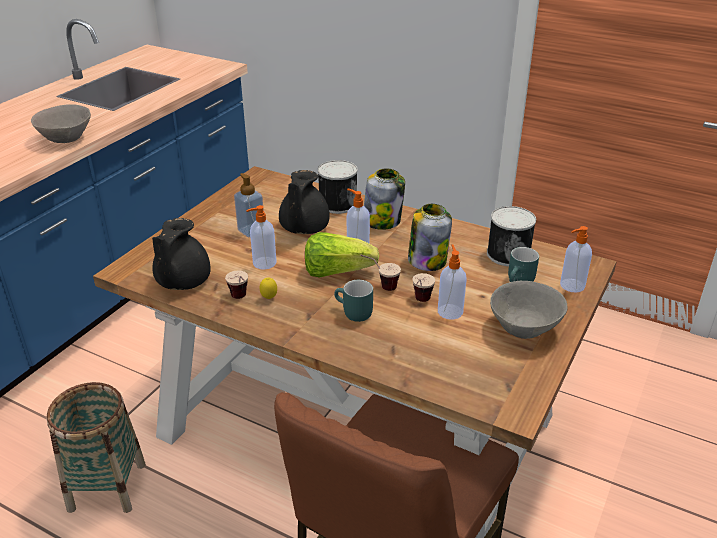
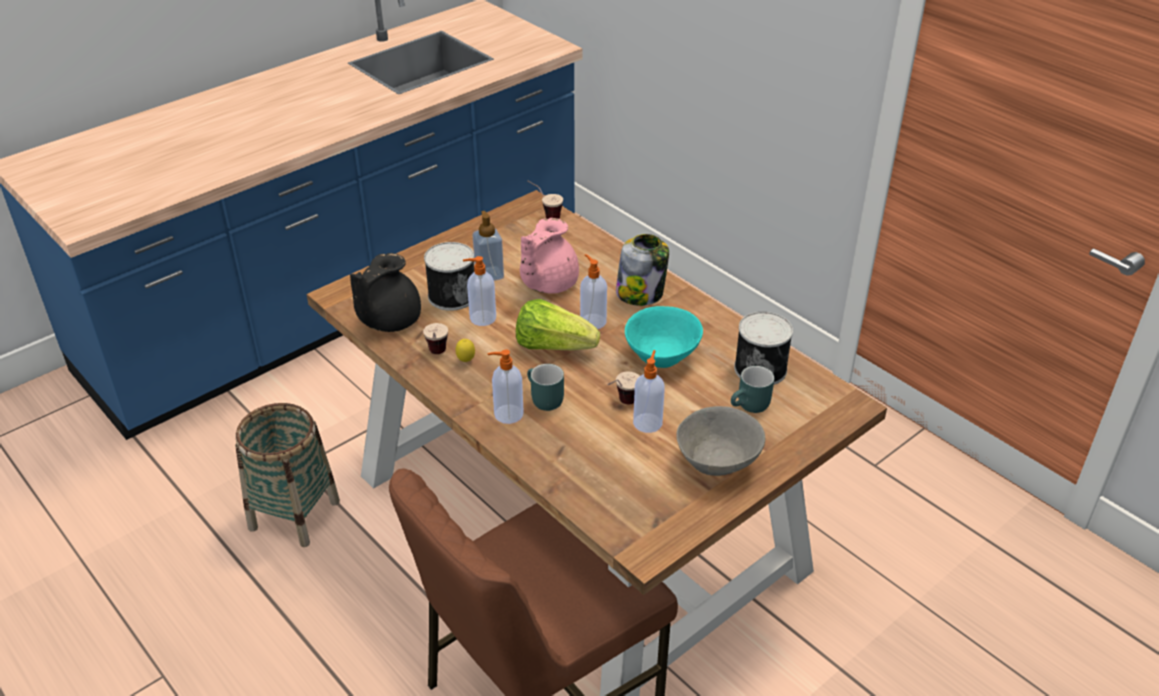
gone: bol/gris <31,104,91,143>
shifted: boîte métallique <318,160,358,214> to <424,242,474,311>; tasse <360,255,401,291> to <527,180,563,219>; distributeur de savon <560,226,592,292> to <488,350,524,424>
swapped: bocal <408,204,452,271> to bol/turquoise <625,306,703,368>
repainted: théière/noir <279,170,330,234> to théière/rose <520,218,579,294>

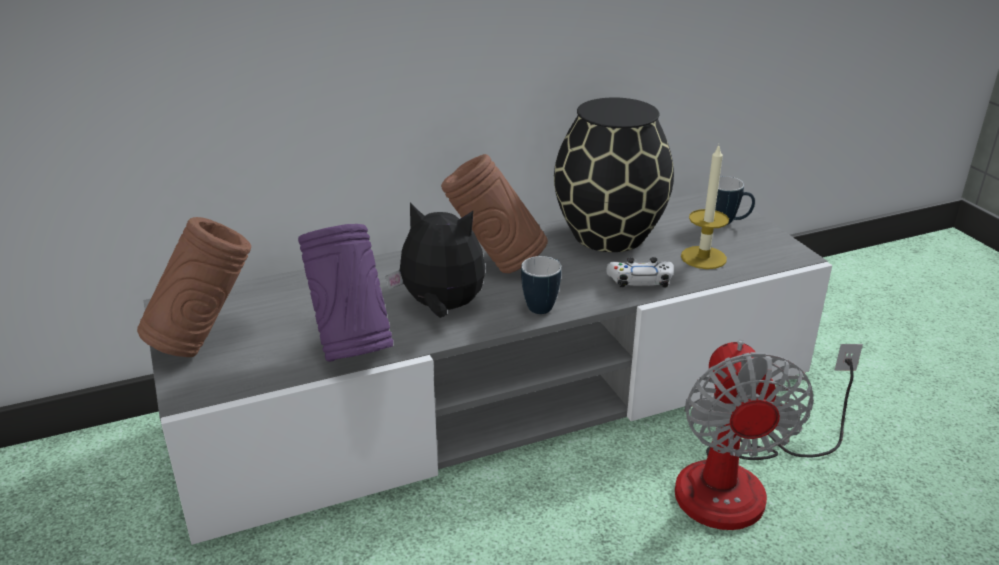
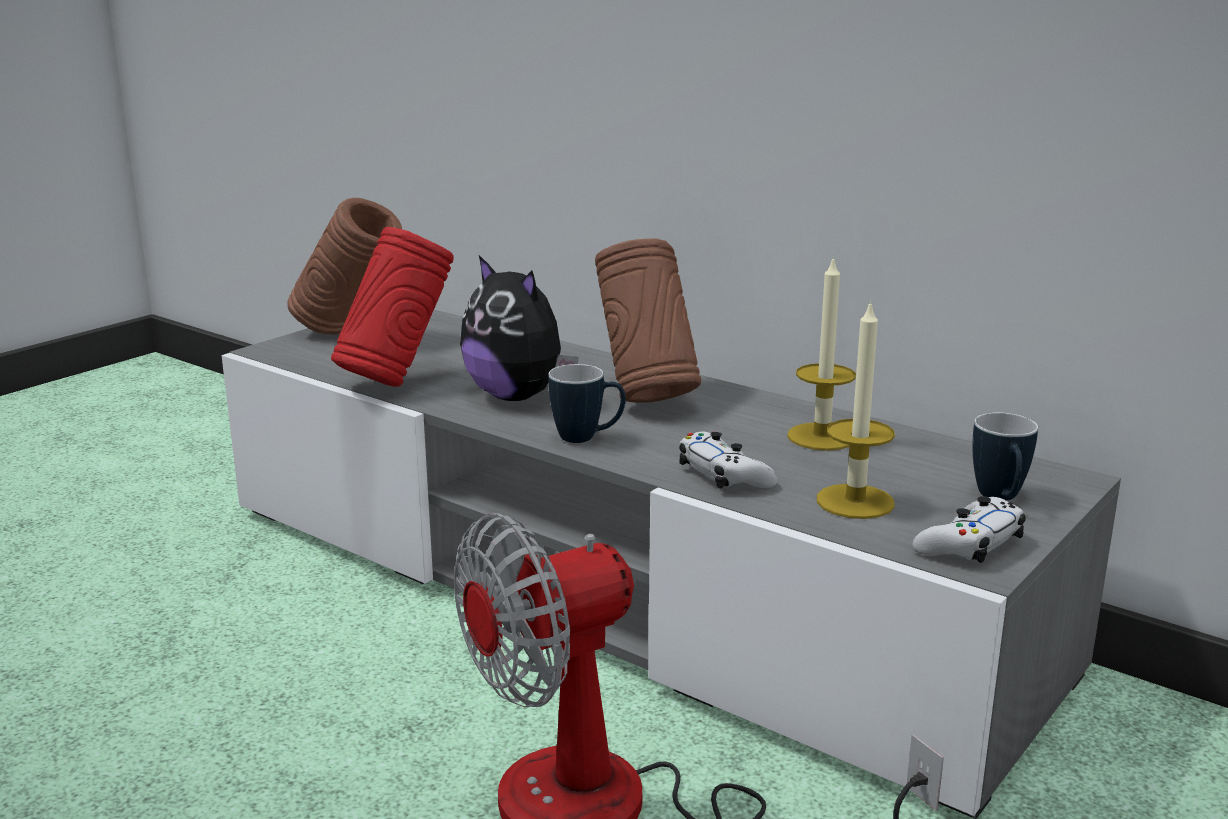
new: manette/blanc <912,496,1026,563>
swapped: vase/noir <554,98,674,252> to bougie <787,255,856,451>
repainted: vase/violet <298,224,393,362> to vase/rouge <331,227,454,387>
rotated: peluche <385,202,485,318> = <460,255,579,401> 150 degrees clockwise

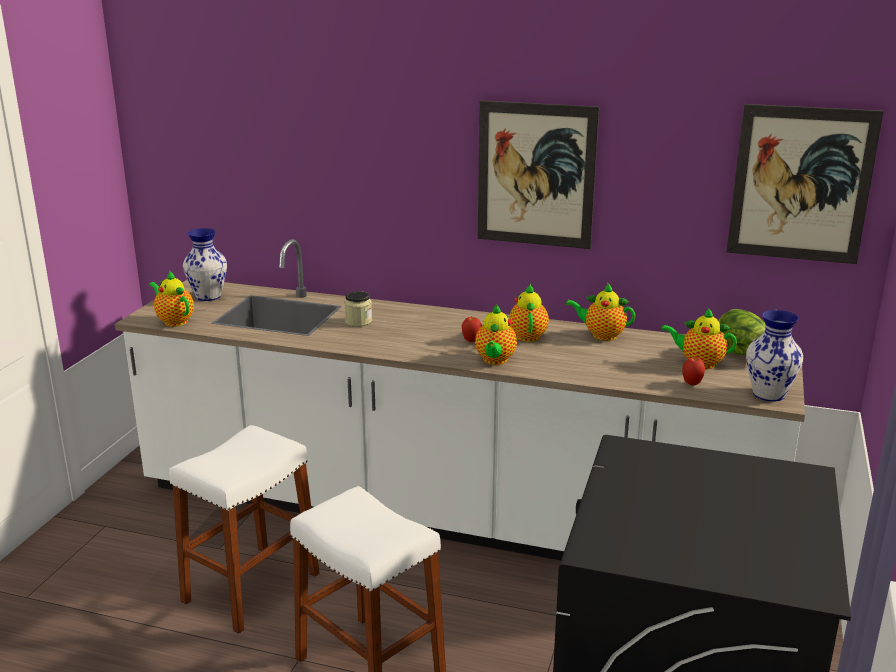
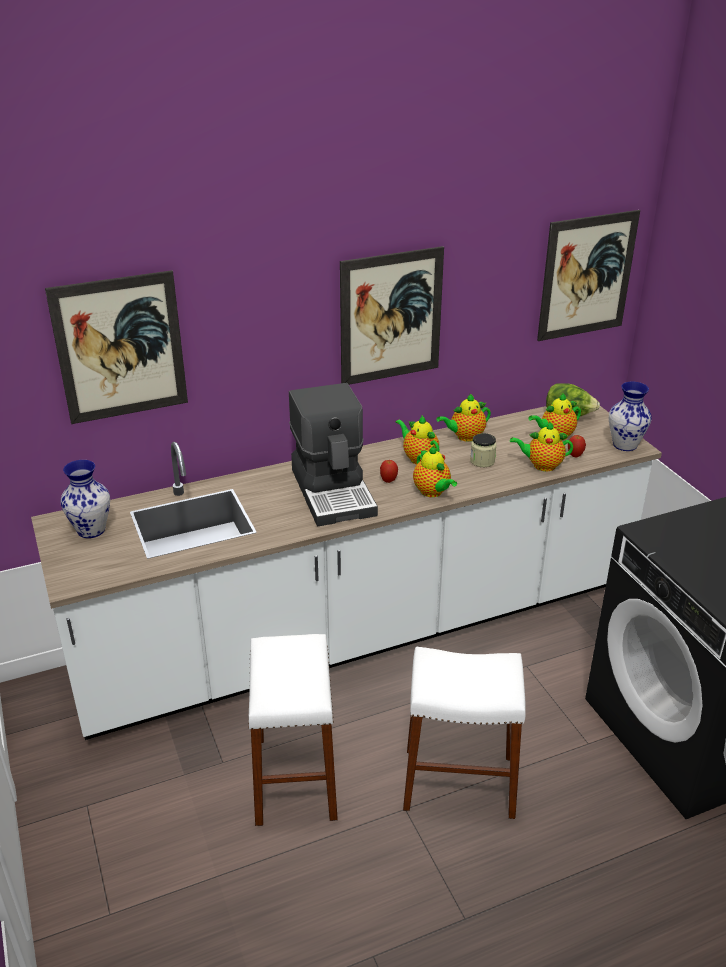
new: tableau <45,270,188,424>; machine à café <289,383,378,527>
shifted: théière <149,270,194,327> to <510,421,573,471>; bocal <344,291,372,327> to <470,433,496,467>

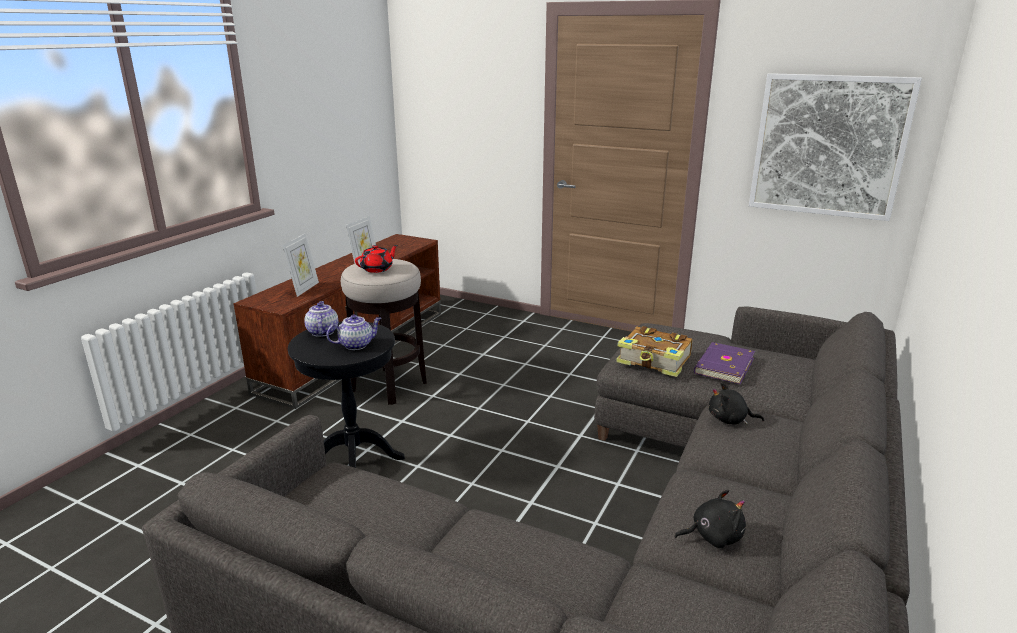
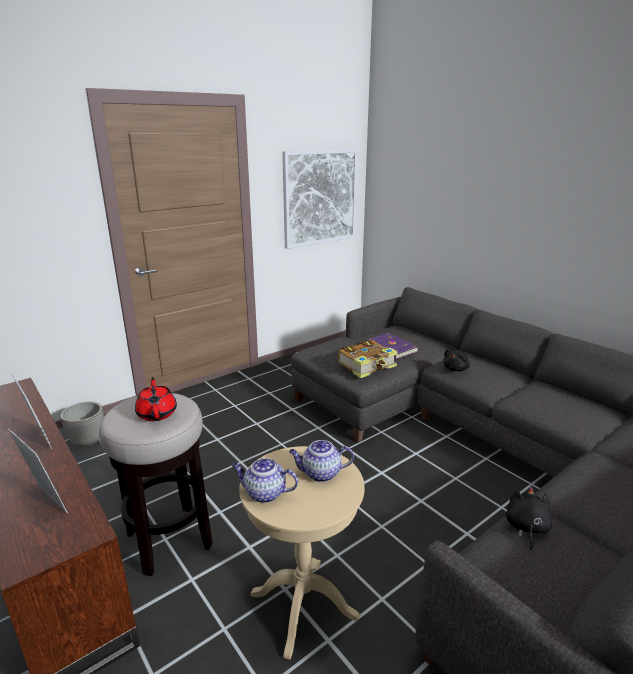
new: cache-pot <61,402,104,447>
shifted: peluche/noir <674,490,746,548> to <506,486,552,551>
repainted: table d'appoint/noir <288,321,405,468> to table d'appoint/beige <239,446,365,660>
rotated: théière <326,315,381,350> = <289,440,354,482> 90 degrees counterclockwise

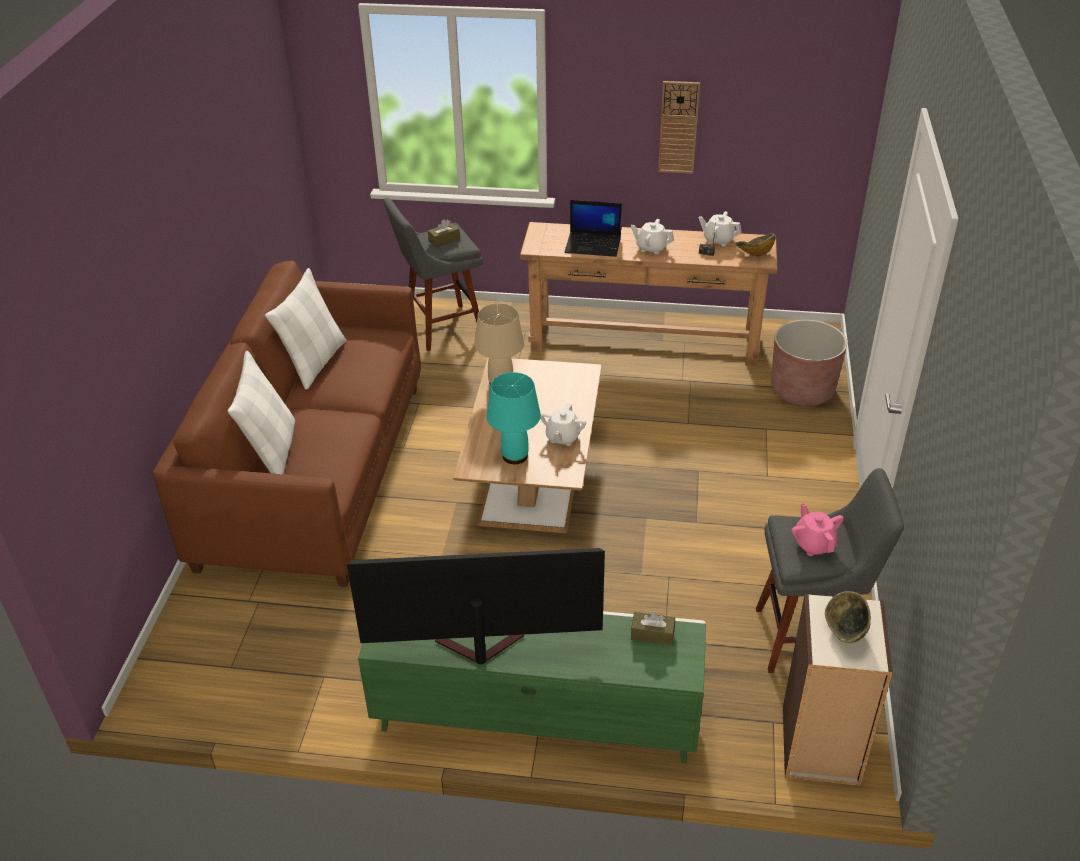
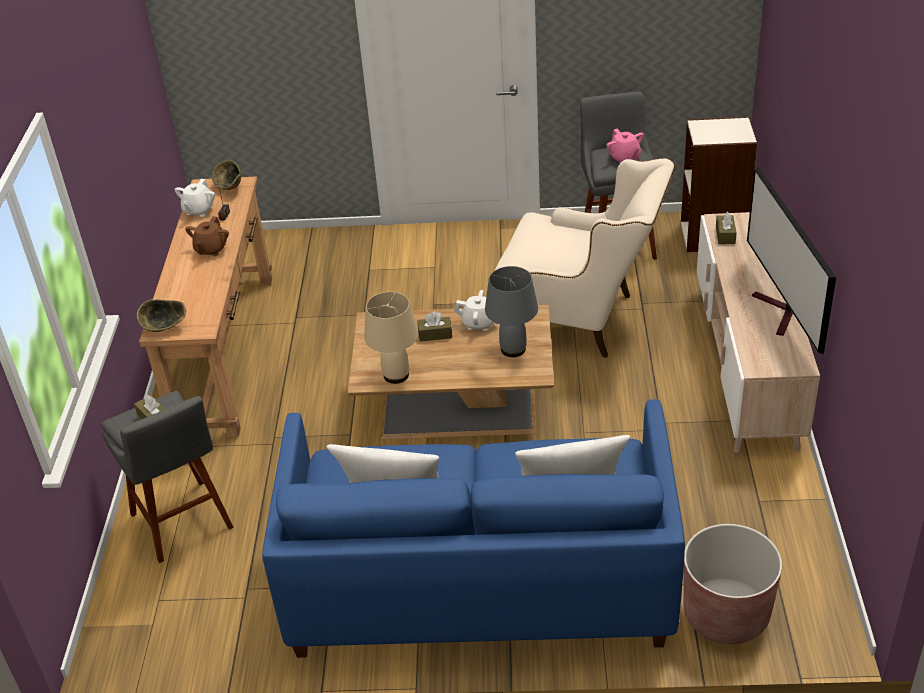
gone: ordinateur portable <564,200,622,257>; horloge murale <658,81,700,174>
new: boîte à mouchoirs/marron <417,312,452,342>; fauteuil/beige <495,158,675,358>
shifted: cache-pot/marron <771,320,847,406> to <683,524,782,644>; bol <825,591,871,643> to <137,299,186,332>
repainted: canapé/marron <153,261,421,587> to canapé/bleu <262,399,685,658>; meuble télé/vert <358,611,706,763> to meuble télé/beige <697,212,820,453>; lampe de table/turquoise <487,372,541,464> to lampe de table/gris <485,266,538,357>; théière/blanc <631,219,674,254> to théière/marron <185,216,229,256>
rotated: théière/rose <791,503,844,556> = <607,129,644,164> 90 degrees counterclockwise

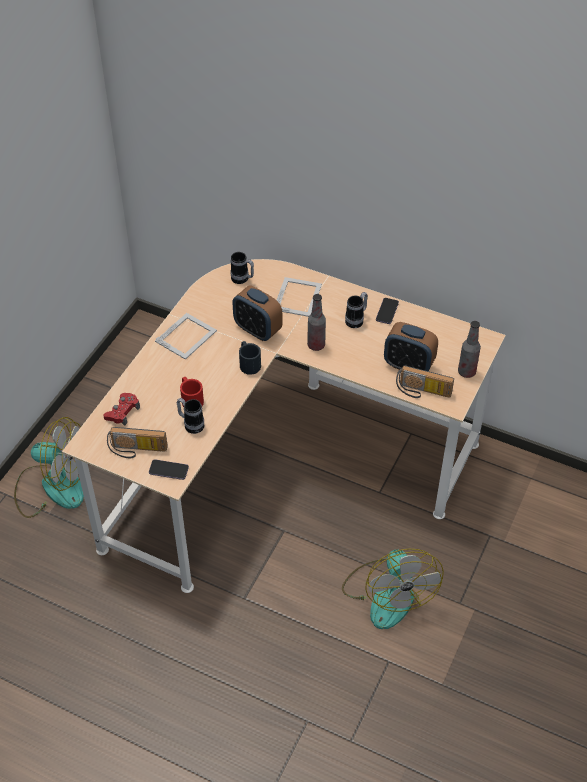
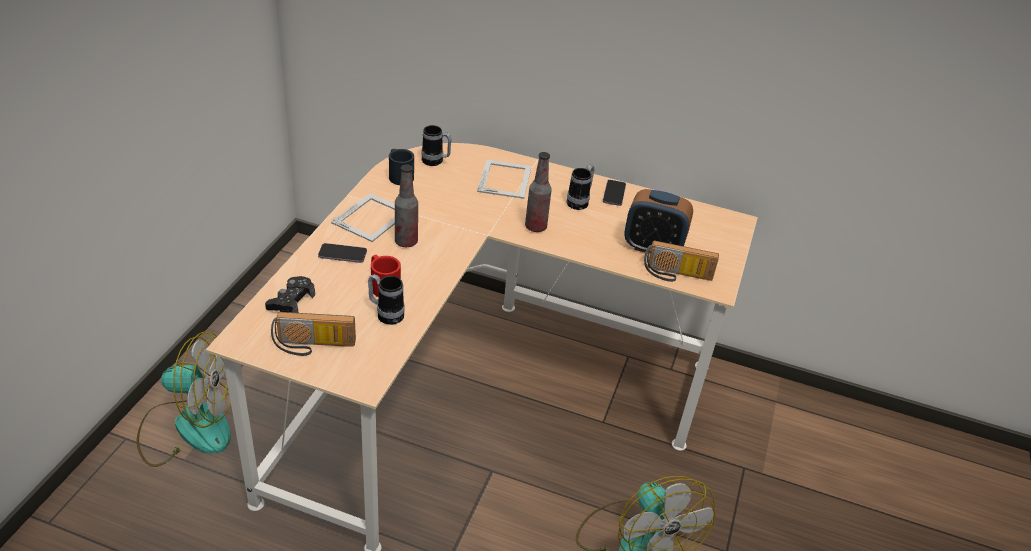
gone: réveil <233,285,283,341>
shifted: téléphone <149,460,189,480> to <318,243,367,263>; mug/noir <239,341,261,375> to <389,149,414,185>; bouteille <458,321,481,378> to <395,164,418,247>
repainted: manette/rouge <103,393,140,426> to manette/noir <265,276,315,313>

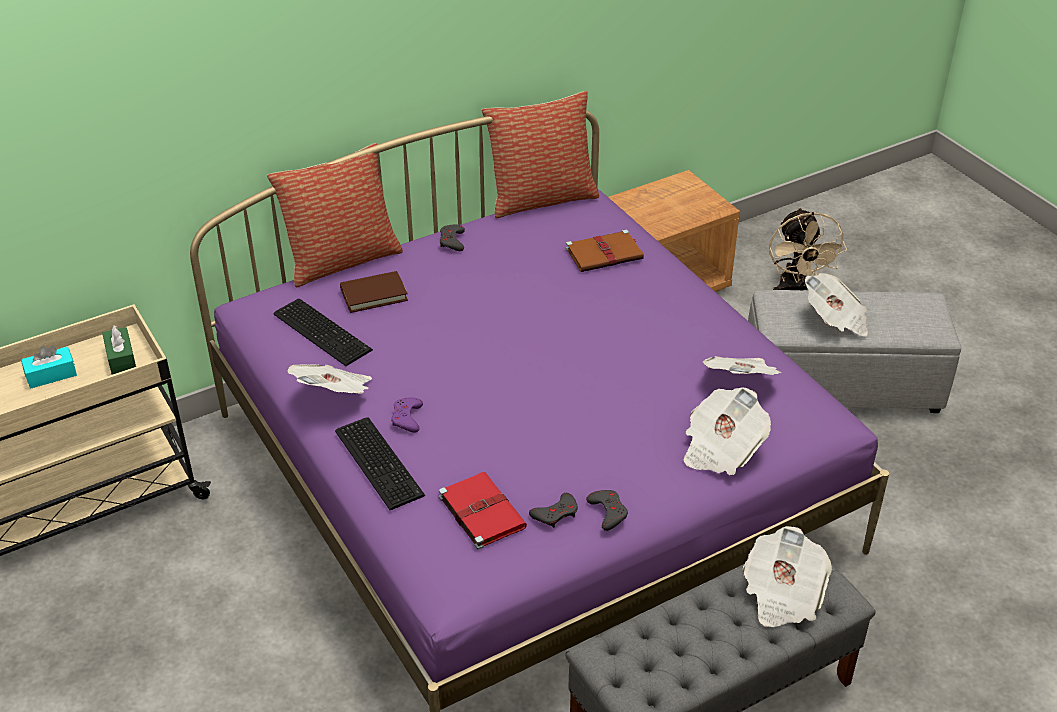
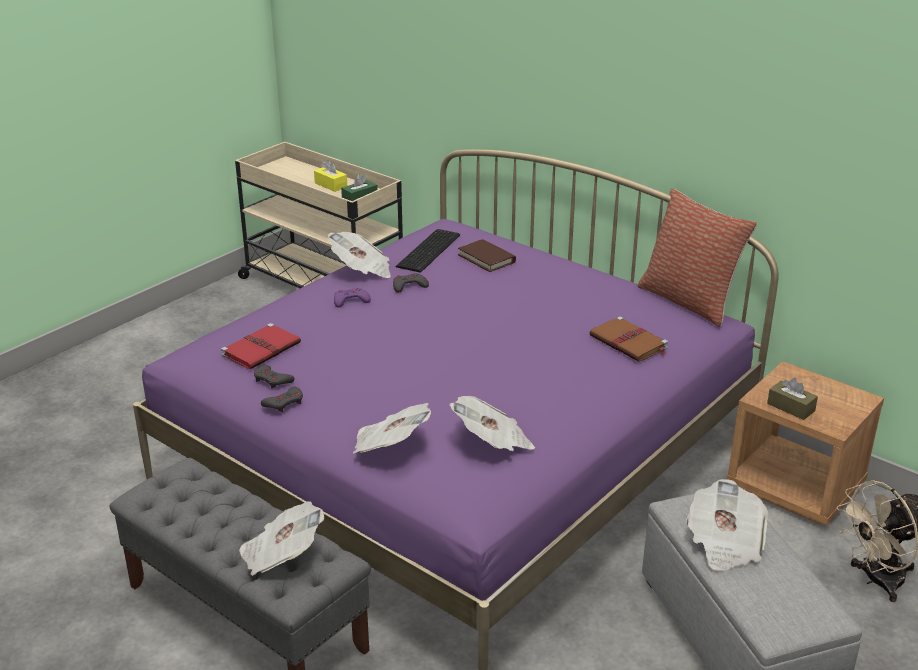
gone: coussin <267,143,403,287>; clavier <335,417,425,510>
new: boîte à mouchoirs/marron <767,378,818,420>
shifted: manette/gris <440,225,465,251> to <393,273,429,293>
repainted: boîte à mouchoirs/turquoise <21,345,77,389> to boîte à mouchoirs/jaune <314,160,347,192>

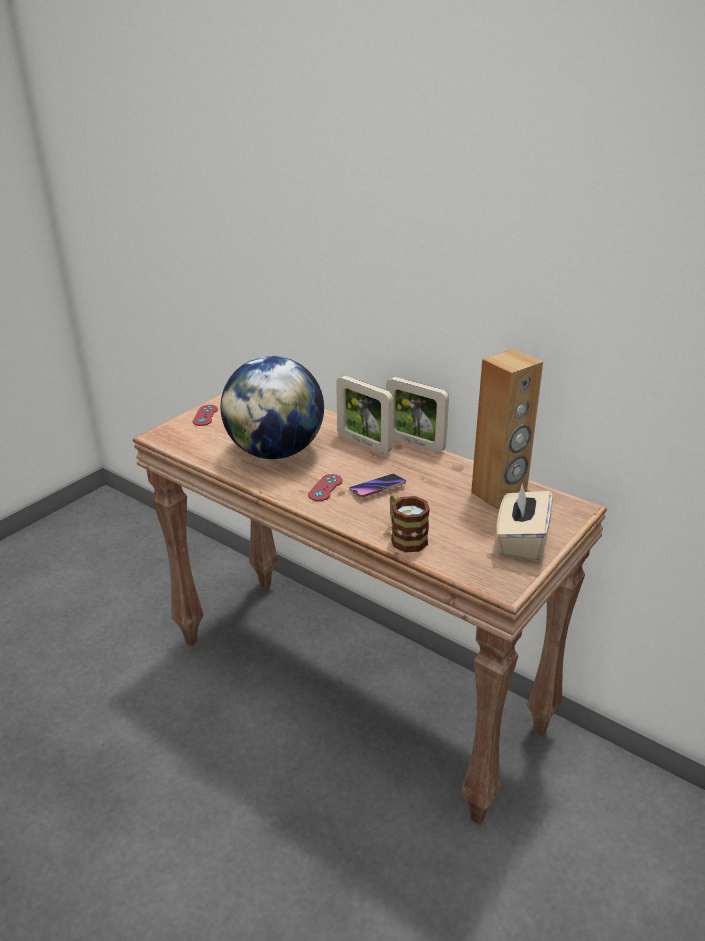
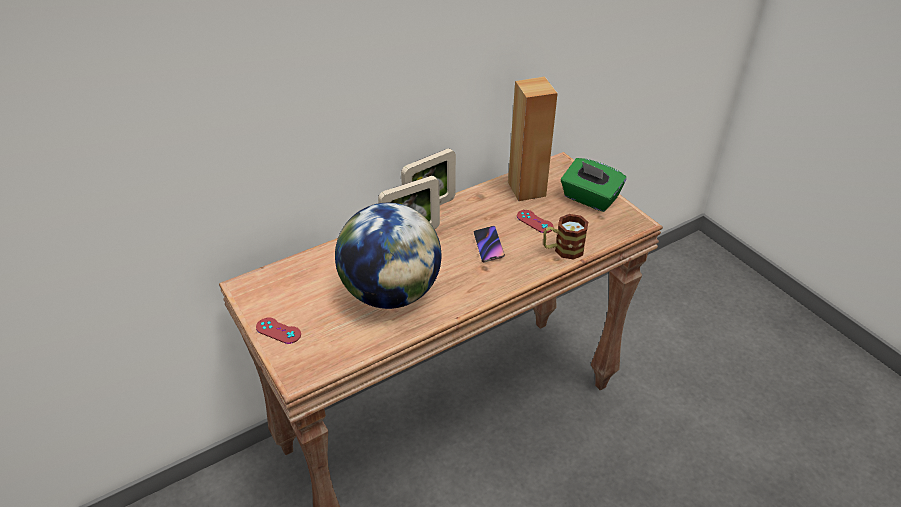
shifted: manette/rouge <308,474,342,501> to <517,210,554,233>
repainted: boîte à mouchoirs/beige <497,483,553,561> to boîte à mouchoirs/vert <561,158,627,212>

